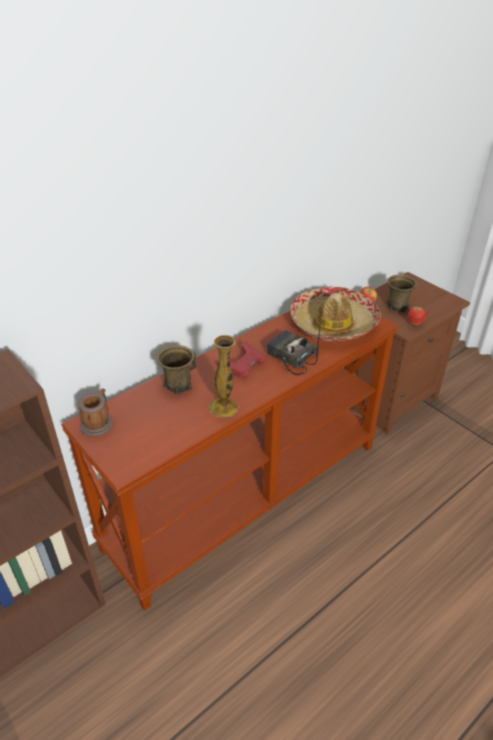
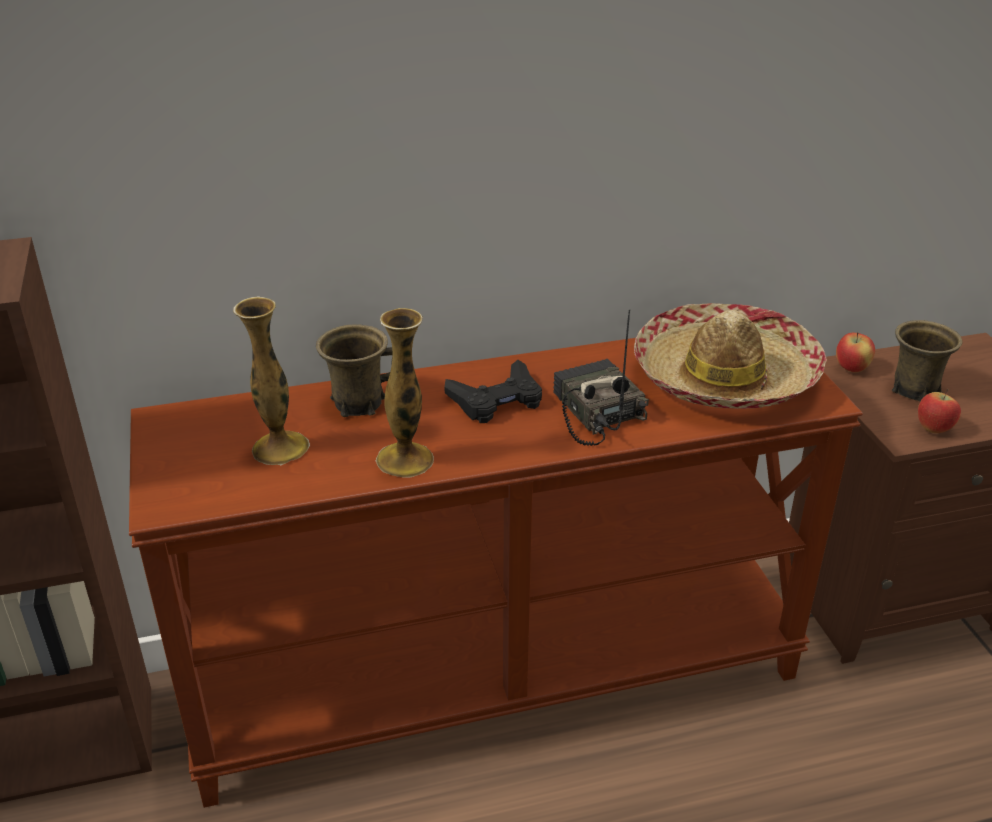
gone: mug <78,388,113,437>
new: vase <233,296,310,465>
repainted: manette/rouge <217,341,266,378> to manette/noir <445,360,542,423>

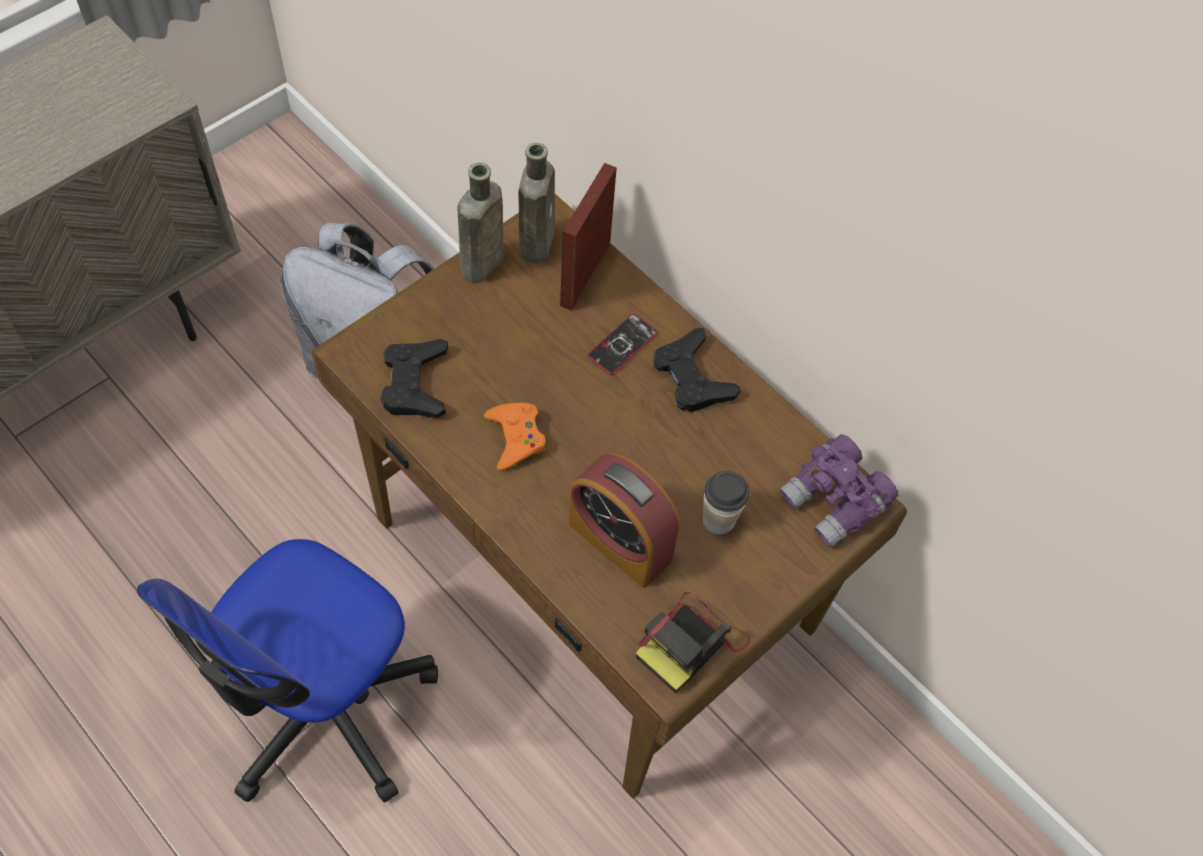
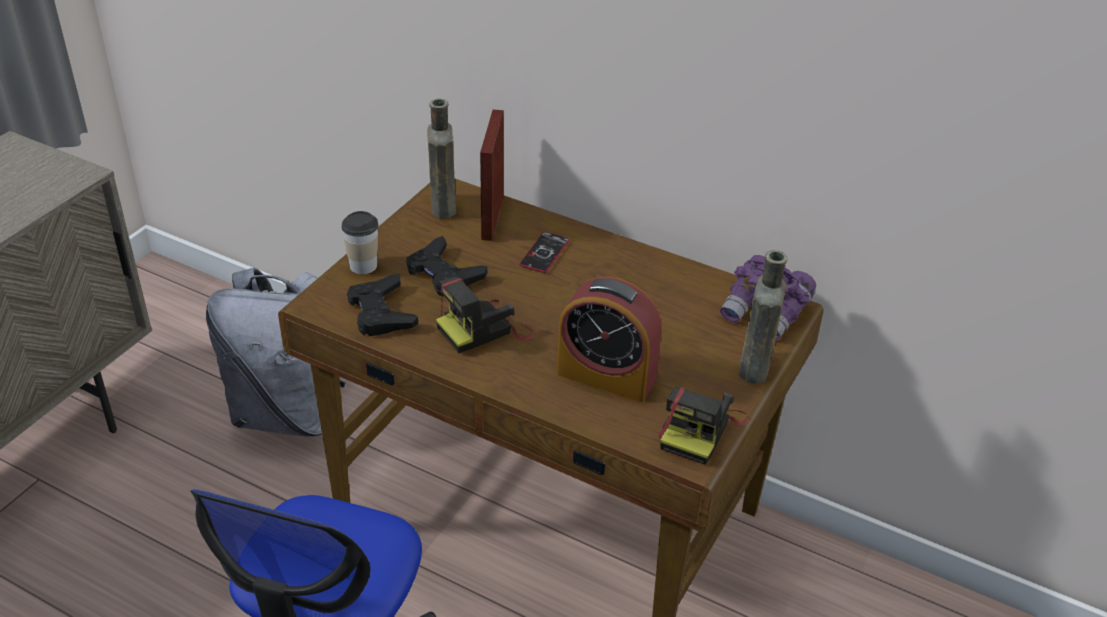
shifted: bouteille/marron <457,162,503,283> to <738,250,788,384>; manette/noir <654,328,741,413> to <406,236,487,297>; tasse <703,471,749,534> to <341,211,378,274>
swapped: manette/orange <484,403,545,470> to appareil photo <436,277,534,353>

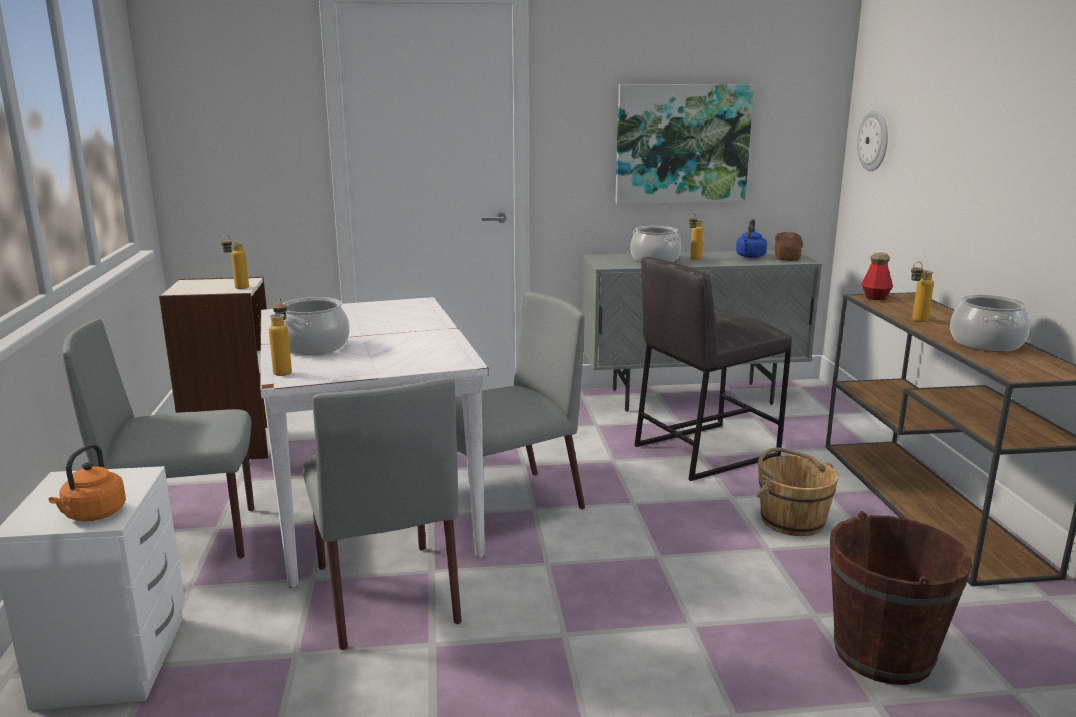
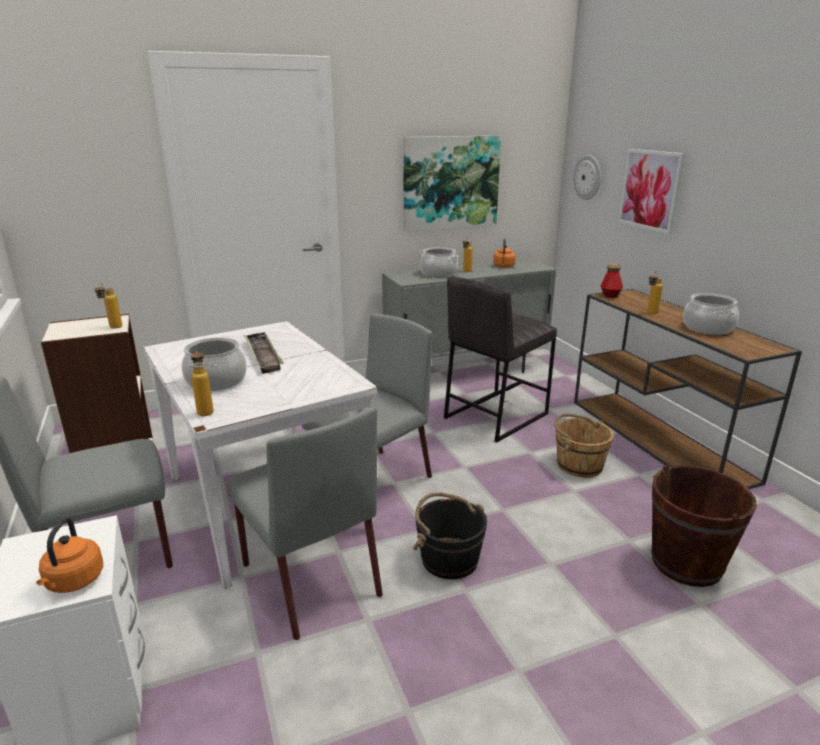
gone: pain <775,232,803,261>
new: plateau <244,331,284,374>; seau/noir <413,492,487,579>; tableau <618,149,685,234>
repainted: bouilloire/bleu <736,219,767,258> to bouilloire/orange <493,238,516,268>

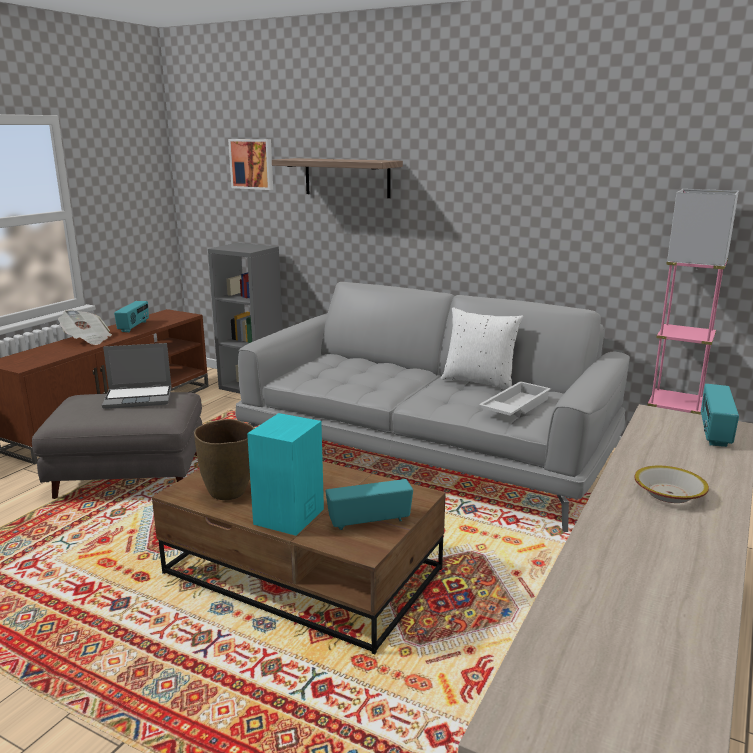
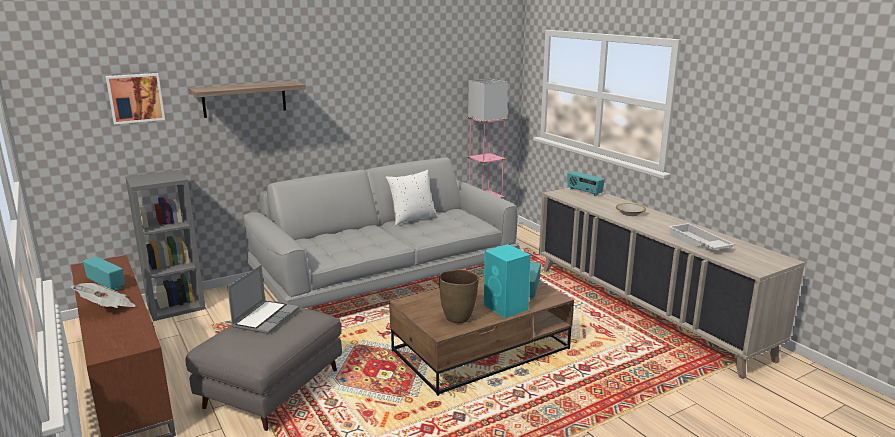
shifted: plateau/blanc <479,381,551,416> to <668,223,736,250>

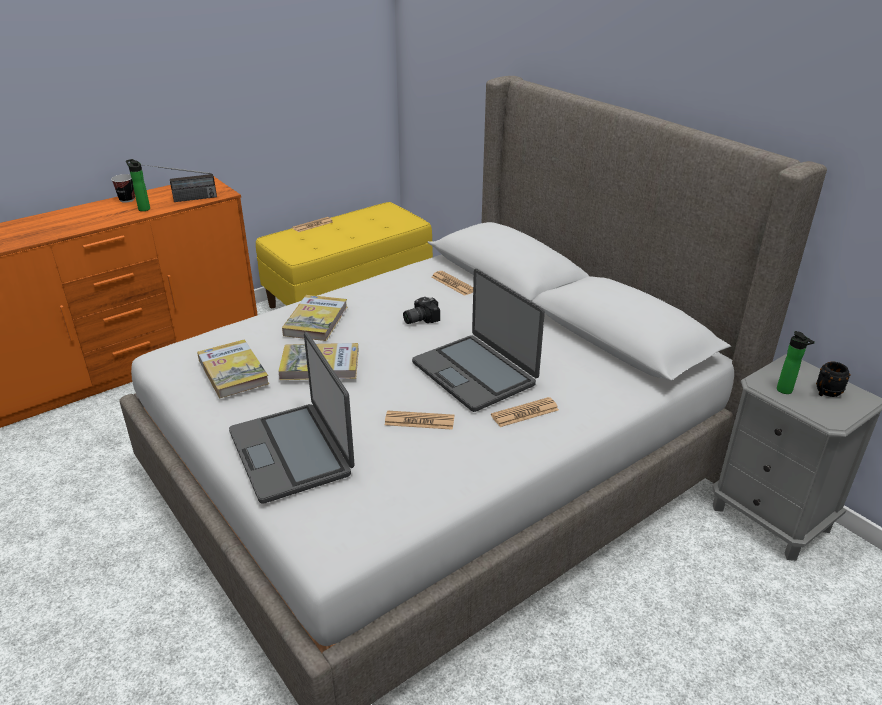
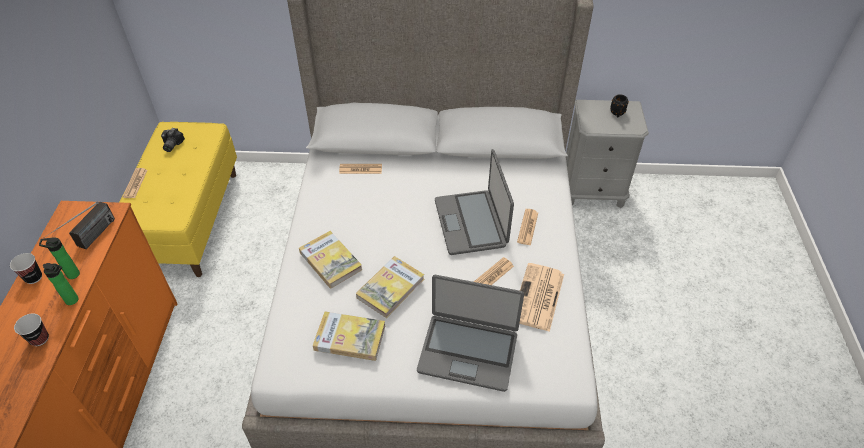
new: tasse <14,314,49,346>; journal <519,263,564,332>
shifted: appareil photo <403,297,440,324> to <161,128,185,152>; bouteille <777,331,815,394> to <43,263,79,305>
rotated: ordinateur portable <412,269,545,412> = <435,149,514,255> 75 degrees clockwise

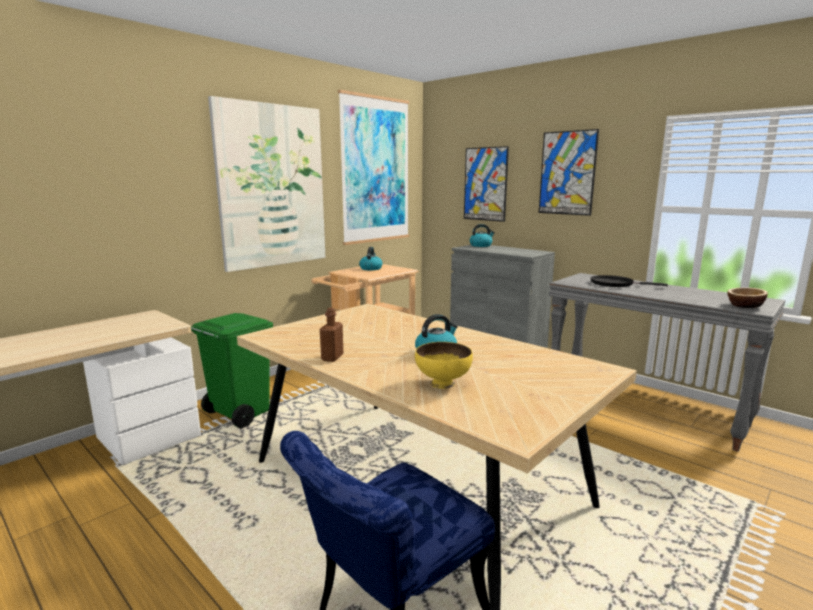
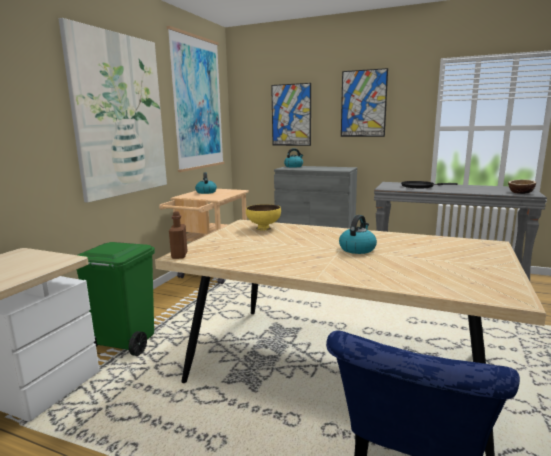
shifted: bouteille/marron <320,308,344,362> to <169,211,187,259>; bol/jaune <415,342,473,389> to <246,204,281,231>

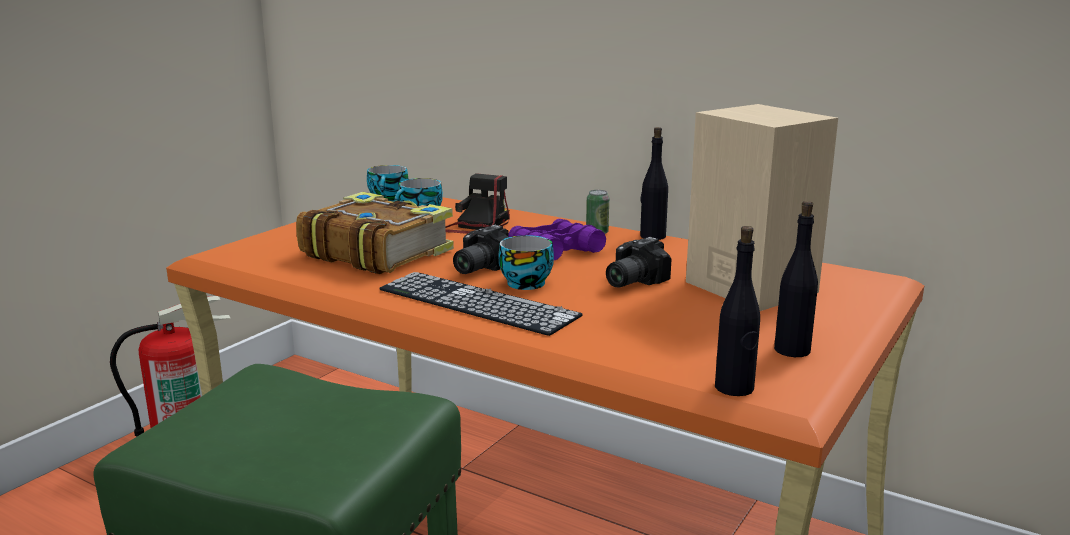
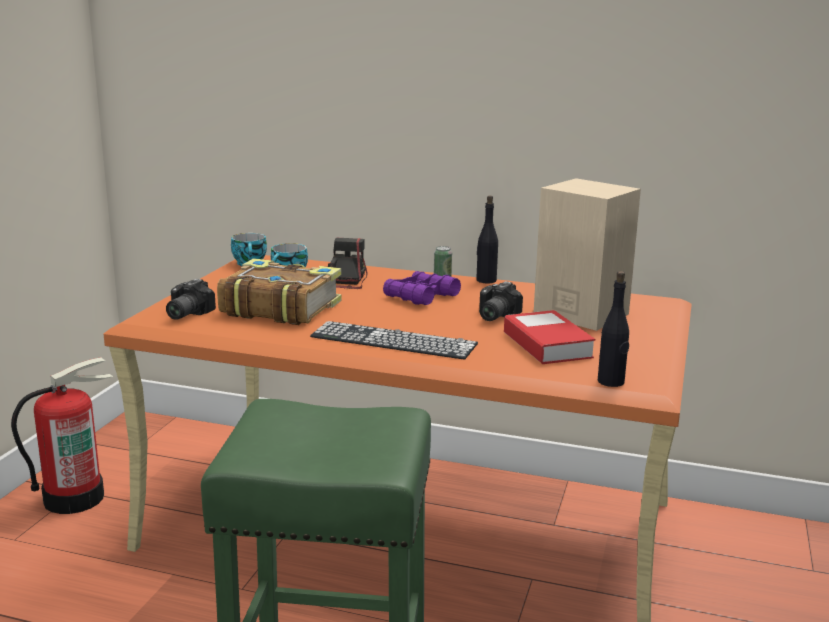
gone: tasse <498,235,554,290>; bouteille/noir <774,201,818,357>
new: livre <504,310,595,364>
shifted: appareil photo <453,225,508,274> to <166,279,216,320>

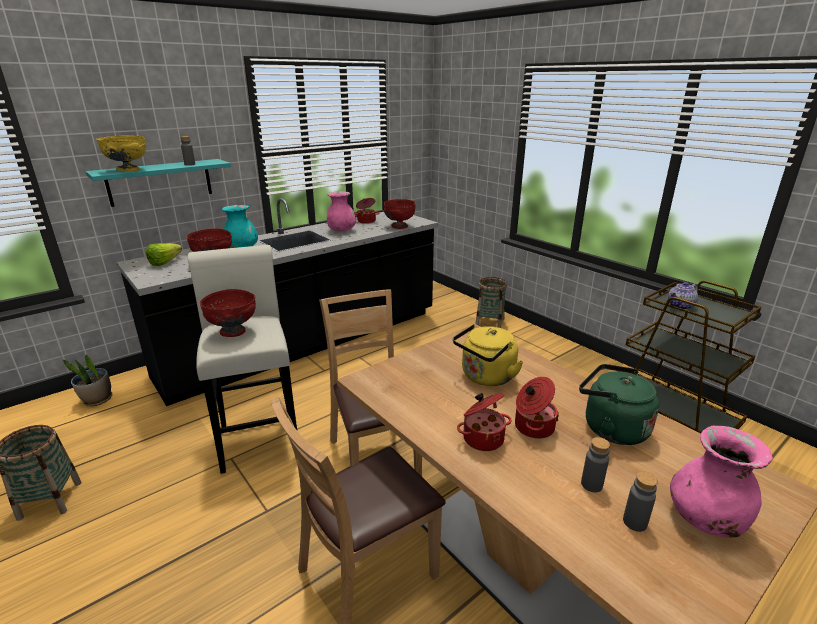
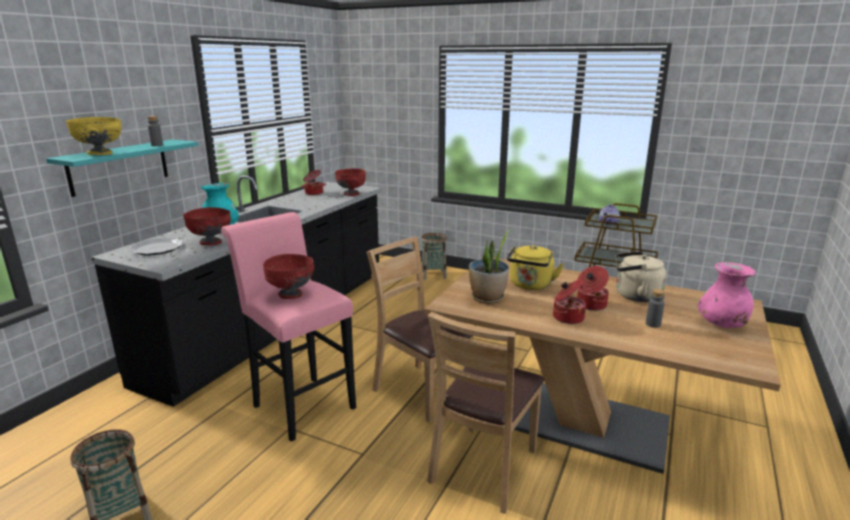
gone: vase/rose <327,191,356,232>; bouteille/gris <623,472,658,532>
shifted: plante en pot <63,354,112,406> to <469,230,510,304>
swapped: laitue <146,243,182,266> to assiette <129,238,183,255>
repainted: tabouret/blanc <188,245,297,474> to tabouret/rose <221,212,356,442>; bouilloire/vert <579,364,659,445> to bouilloire/beige <615,251,666,302>

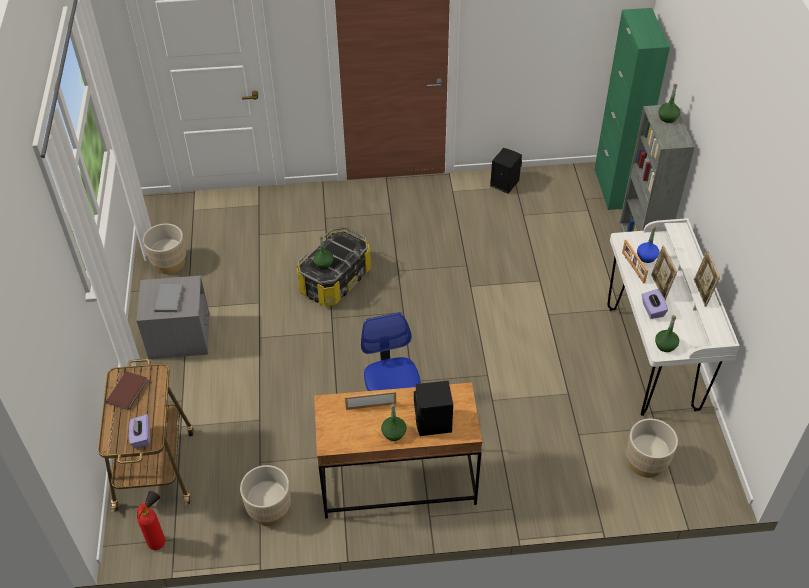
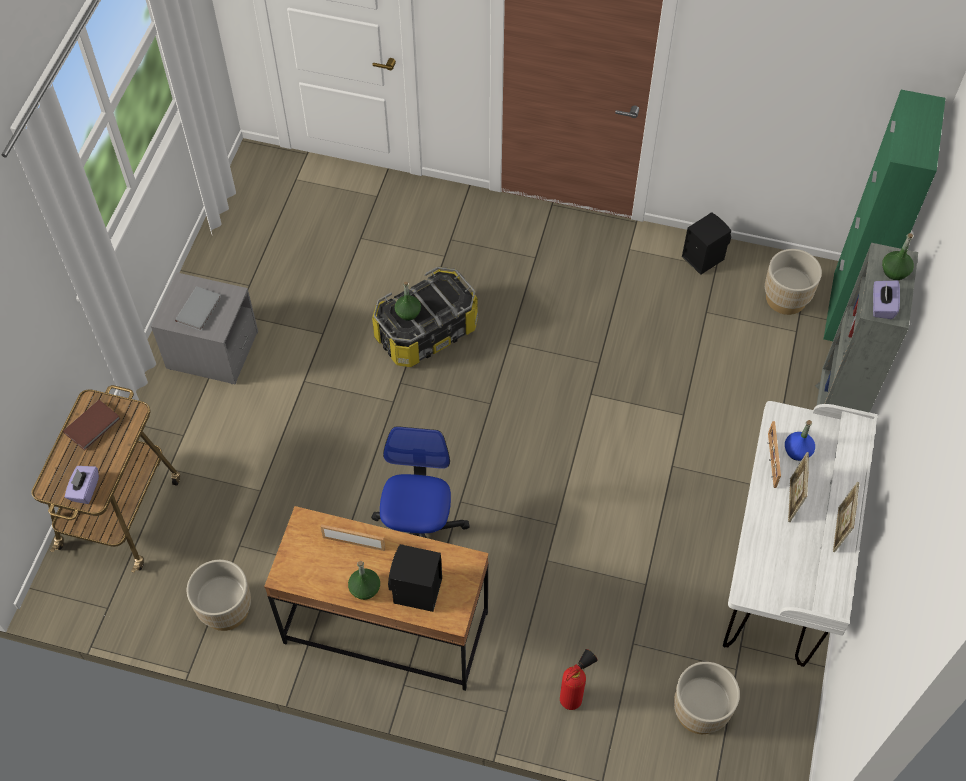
gone: bouteille/vert <655,315,679,352>
shifted: extincteur <137,491,165,550> to <560,649,598,710>; cache-pot/beige <143,223,186,274> to <765,249,822,315>; boîte à mouchoirs/violet <642,289,668,319> to <873,281,900,319>

